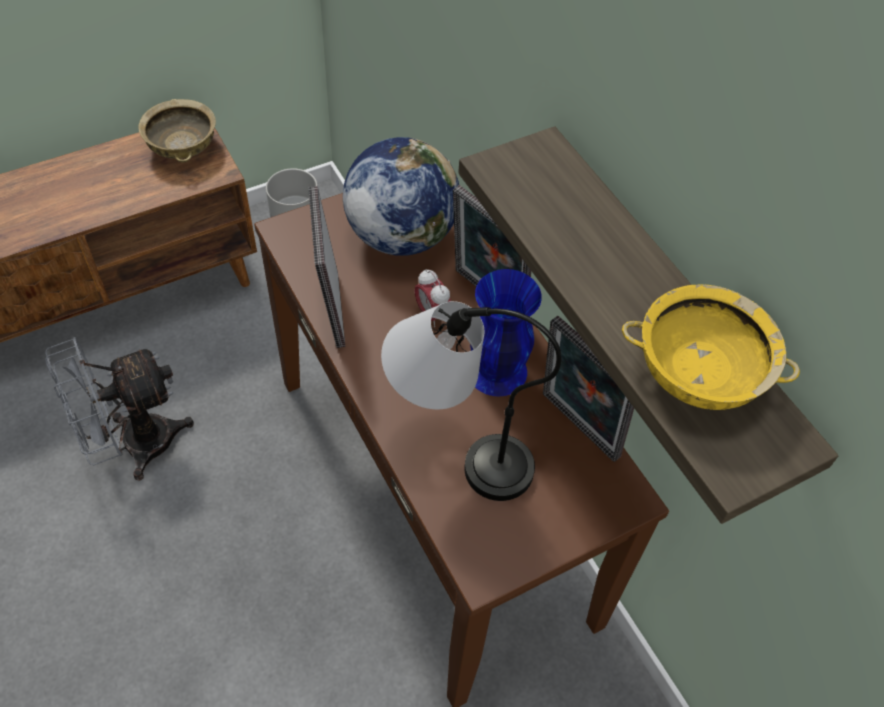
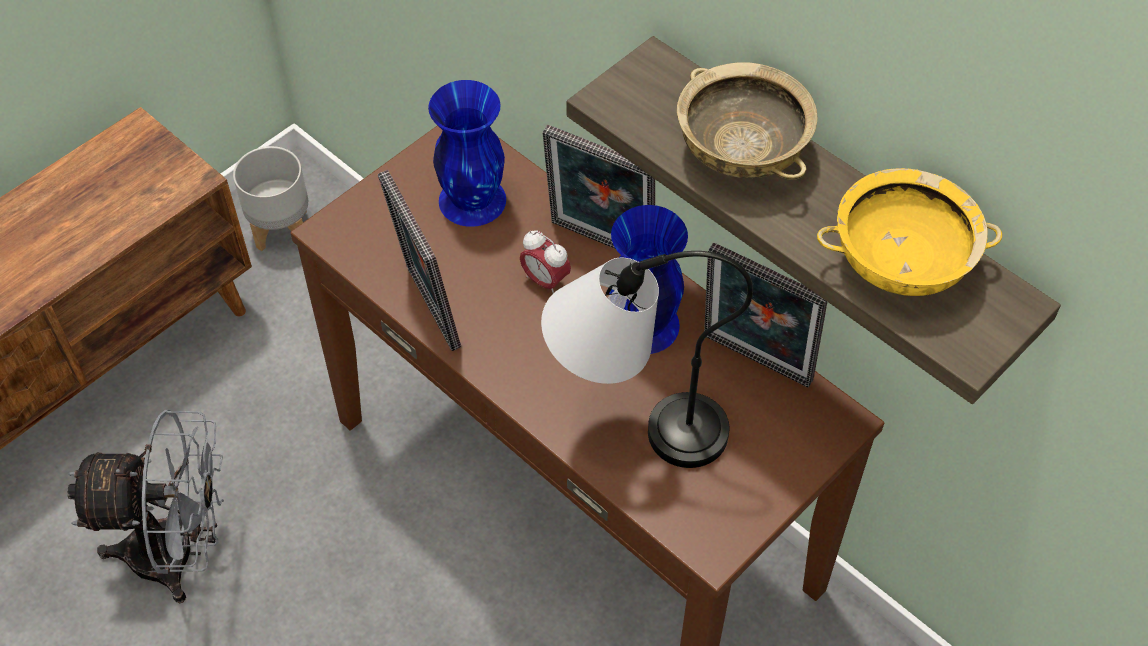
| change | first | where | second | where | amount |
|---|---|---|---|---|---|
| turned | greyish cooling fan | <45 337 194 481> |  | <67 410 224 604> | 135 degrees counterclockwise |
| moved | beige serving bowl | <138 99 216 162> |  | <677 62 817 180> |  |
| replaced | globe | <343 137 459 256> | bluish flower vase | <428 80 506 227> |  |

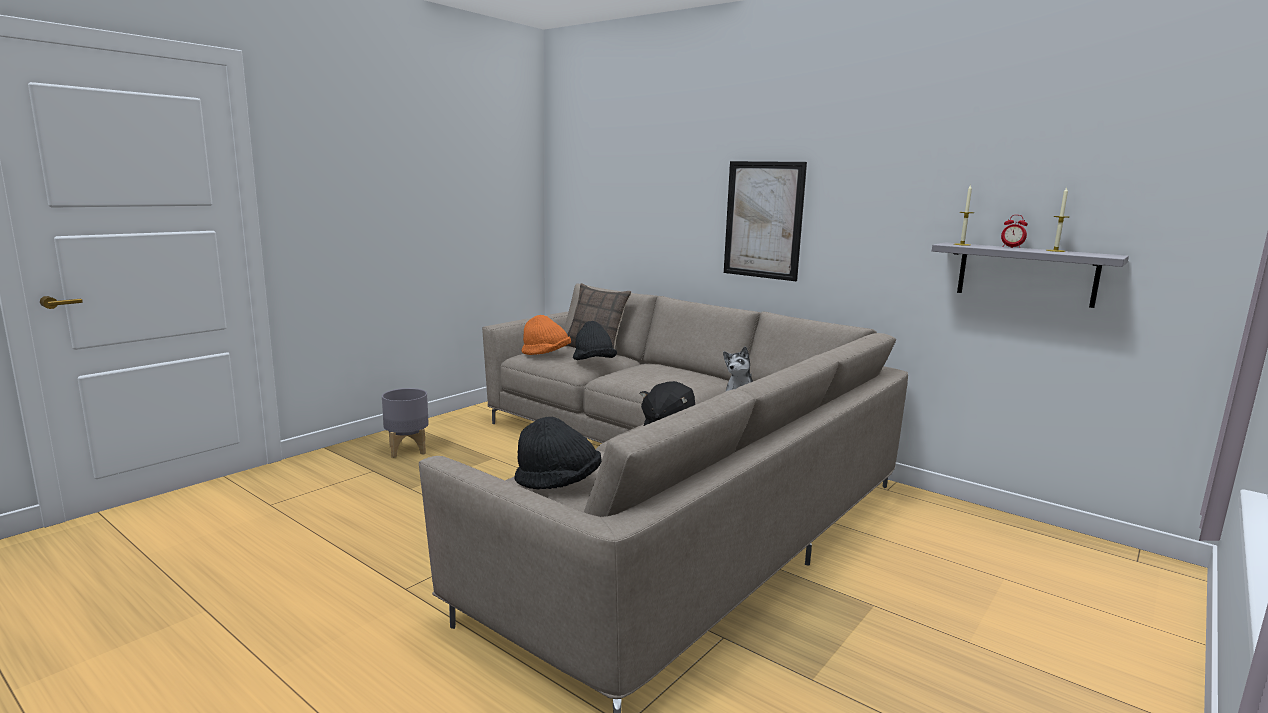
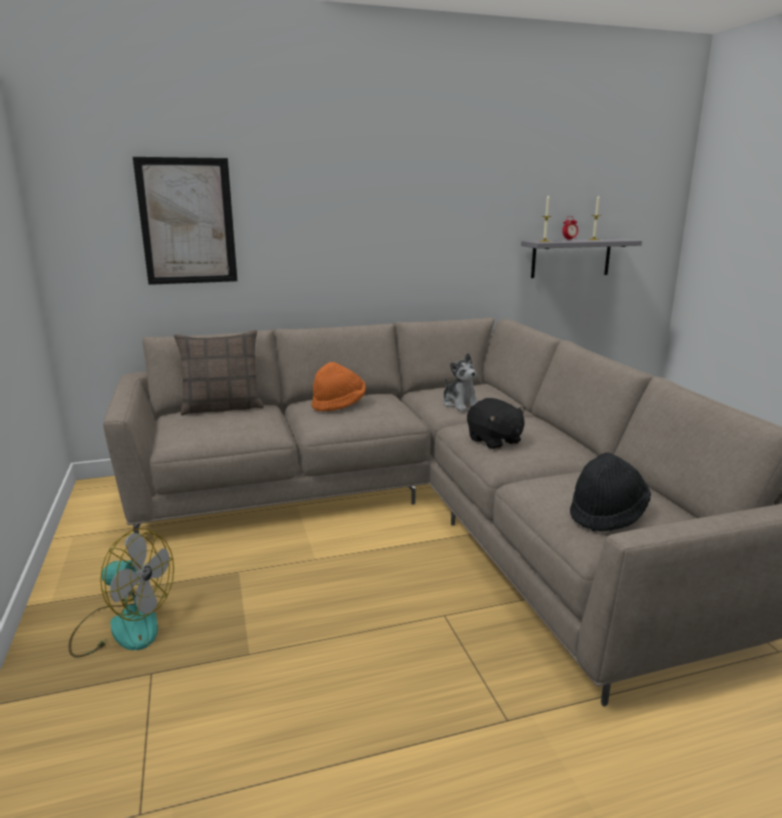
| change | first | where | second | where | amount |
|---|---|---|---|---|---|
| replaced | greyish planter | <382 388 429 458> | cooling fan | <69 528 174 658> |  |
| moved | orange wearable hat | <522 315 571 355> |  | <311 362 366 412> |  |
| removed | blackish wearable hat | <573 321 617 360> |  |  |  |
| moved | picture | <724 161 807 281> |  | <133 157 237 285> |  |

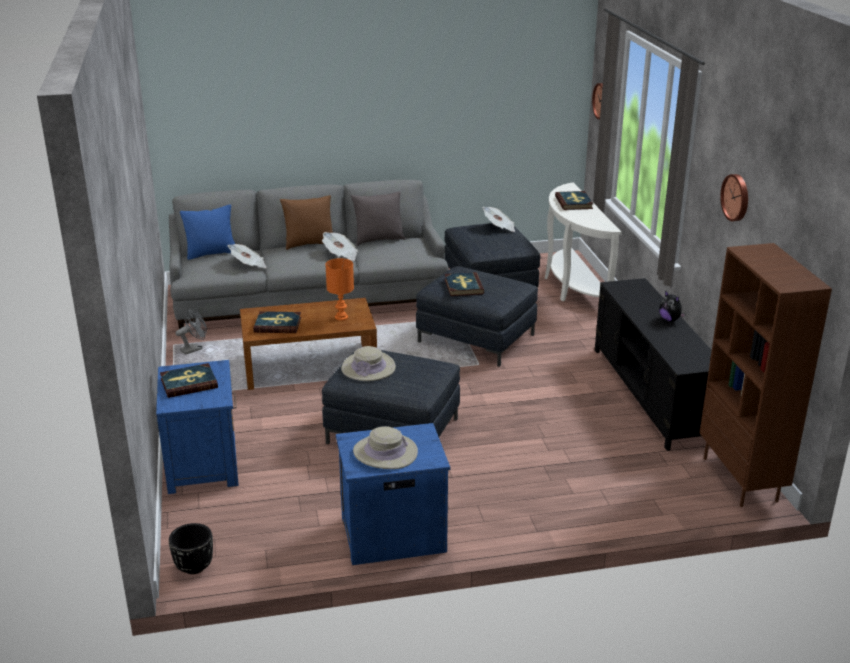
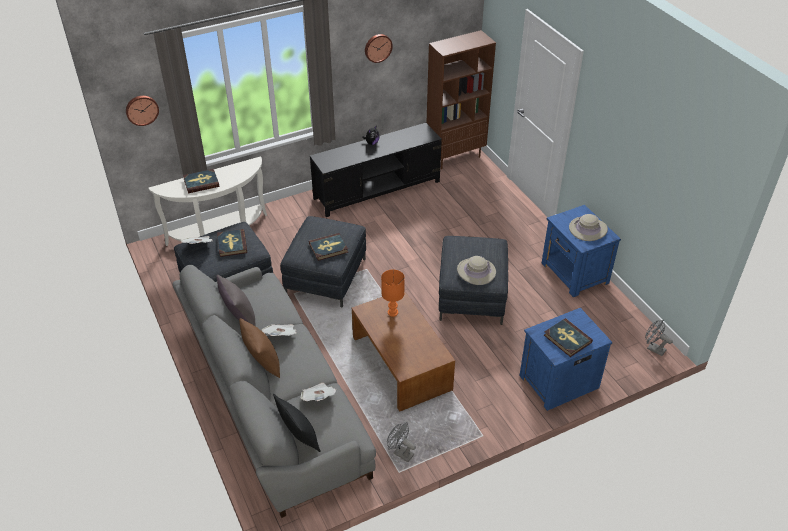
| change | first | where | second | where | amount |
|---|---|---|---|---|---|
| replaced | blackish planter | <169 523 213 574> | greyish cooling fan | <645 320 673 356> |  |
| recoloured | bluish pillow | <180 205 235 260> | blackish pillow | <273 394 321 452> |  |
| moved | book | <253 311 301 333> |  | <217 229 247 257> |  |

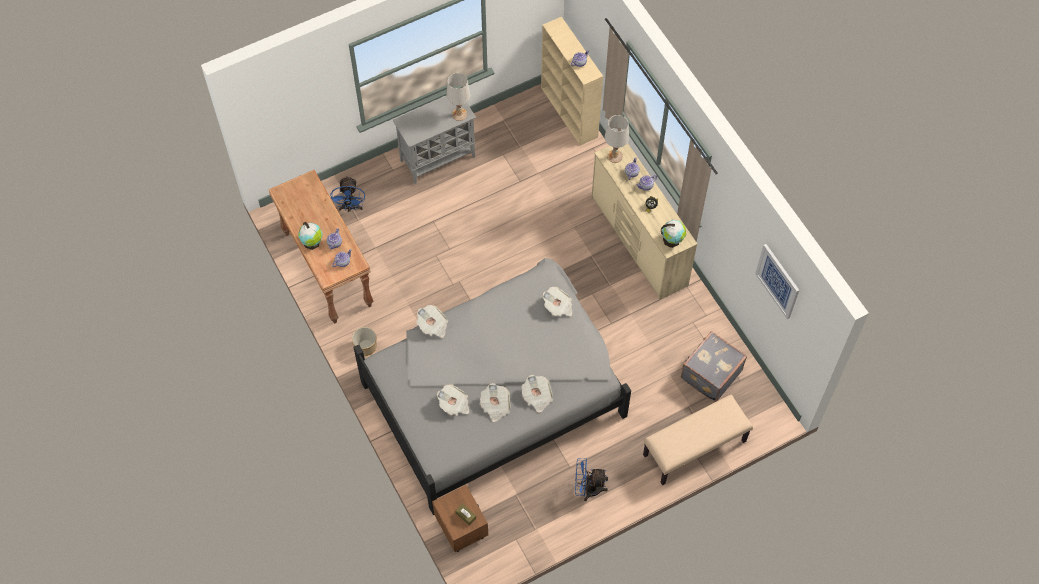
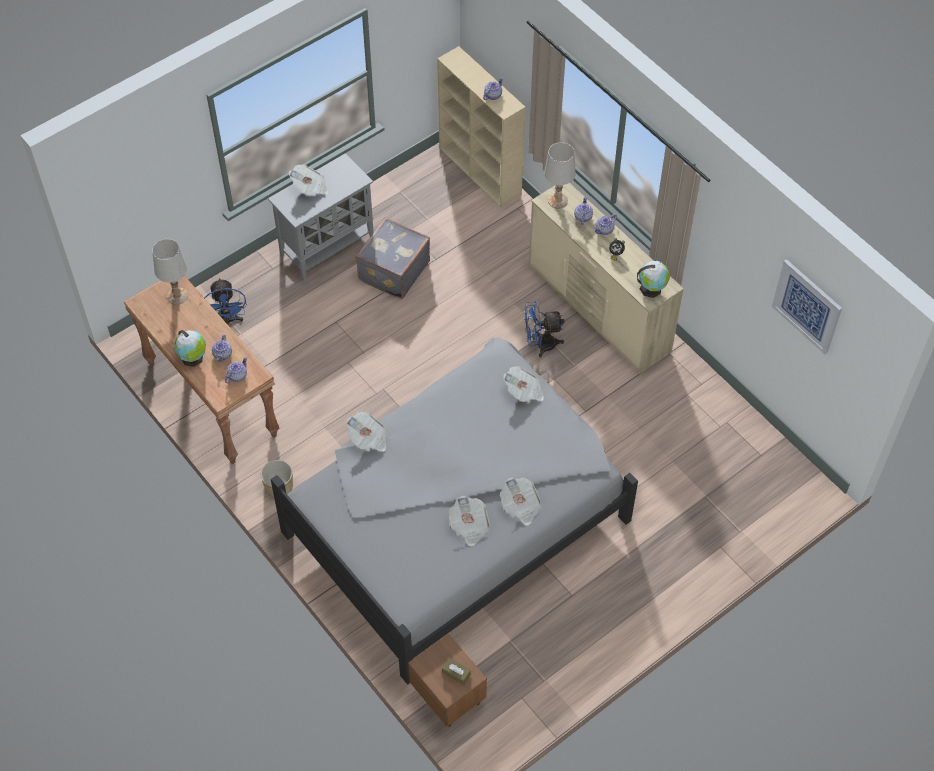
| change | first | where | second | where | amount |
|---|---|---|---|---|---|
| moved | daily paper | <437 384 469 416> |  | <289 164 328 196> |  |
| moved | white lamp for a table | <446 73 470 121> |  | <152 239 188 305> |  |
| moved | bluish cooling fan | <575 458 608 501> |  | <524 301 564 358> |  |
| removed | beige indoor bench | <643 394 753 485> |  |  |  |
| moved | greyish suitcase | <681 331 747 402> |  | <356 217 430 299> |  |

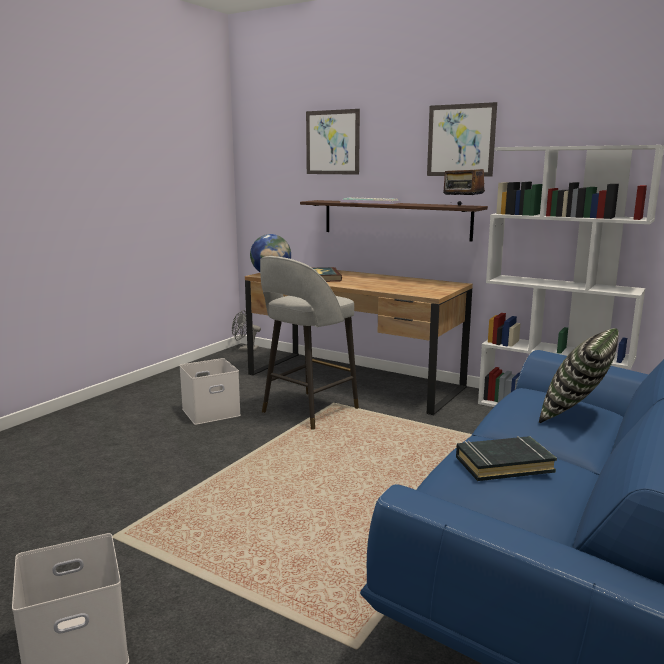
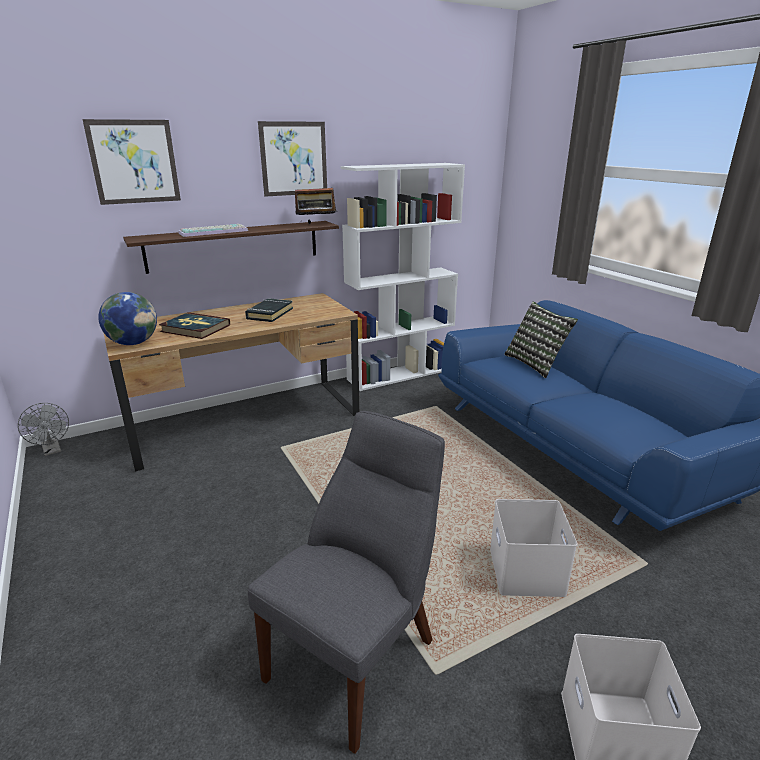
| change | first | where | second | where | amount |
|---|---|---|---|---|---|
| moved | white storage bin | <179 358 241 425> |  | <490 499 578 597> |  |
| turned | greyish cooling fan | <232 310 261 351> |  | <18 403 69 456> | 75 degrees counterclockwise |
| removed | greyish sitting stool | <260 256 359 430> |  |  |  |
| moved | blackish book | <456 436 557 481> |  | <245 298 293 322> |  |
| added |  |  | greyish chair | <248 411 445 754> |  |

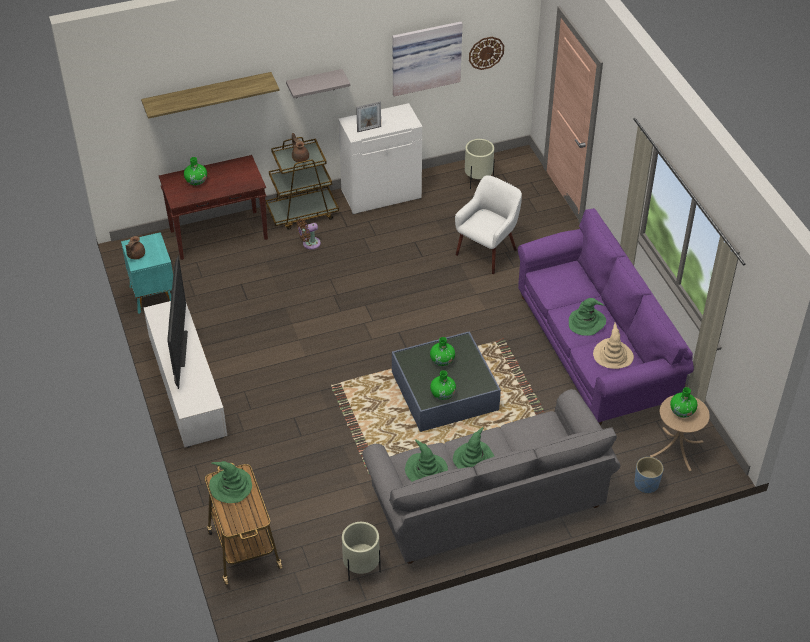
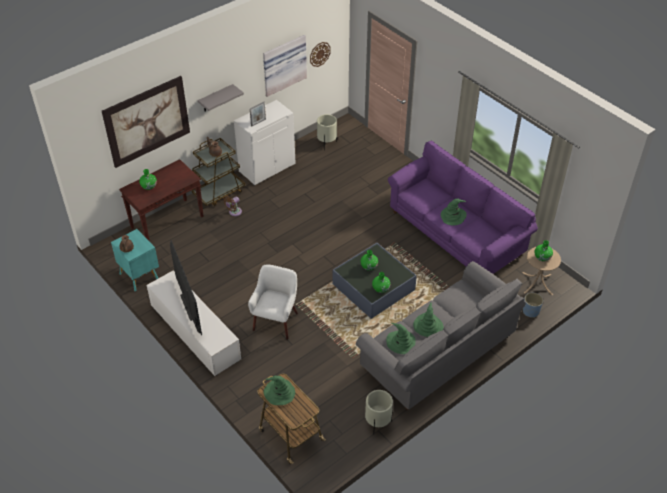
| change | first | where | second | where | amount |
|---|---|---|---|---|---|
| replaced | shelf | <141 72 280 119> | picture | <102 76 190 168> |  |
| moved | white lounge chair | <455 175 522 274> |  | <248 265 298 340> |  |
| removed | beige wearable hat | <593 323 634 369> |  |  |  |

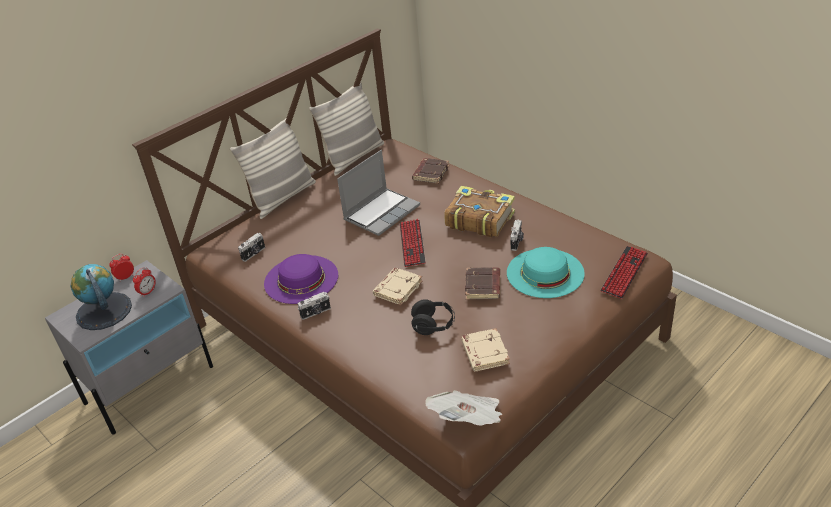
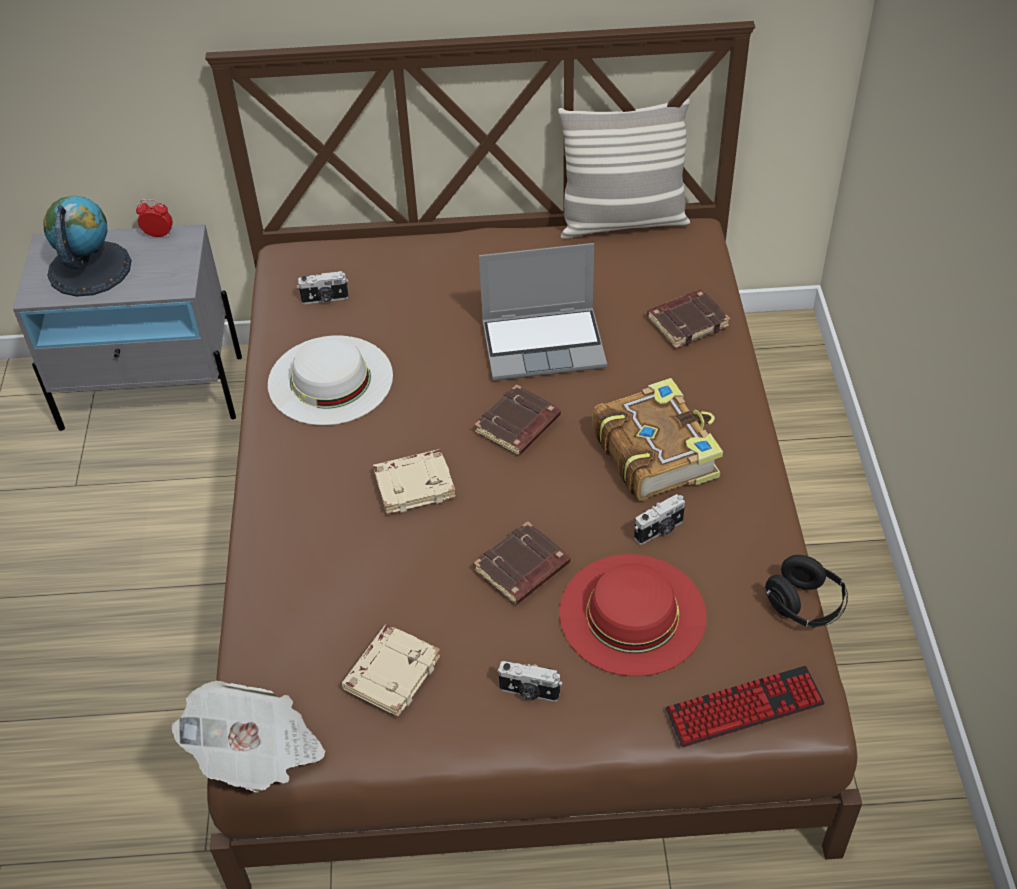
| change | first | where | second | where | amount |
|---|---|---|---|---|---|
| removed | alarm clock | <133 267 156 297> |  |  |  |
| removed | pillow | <230 117 316 219> |  |  |  |
| recoloured | purple-coloured wearable hat | <264 254 338 304> | white wearable hat | <268 336 393 425> |  |
| moved | photo camera | <298 292 331 320> |  | <497 661 562 702> |  |
| replaced | PC keyboard | <400 219 426 267> | brownish book | <474 385 561 456> |  |
| moved | blackish pair of headphones | <411 299 455 335> |  | <764 555 848 628> |  |
| recoloured | blue-green wearable hat | <507 247 585 298> | reddish wearable hat | <559 554 707 676> |  |

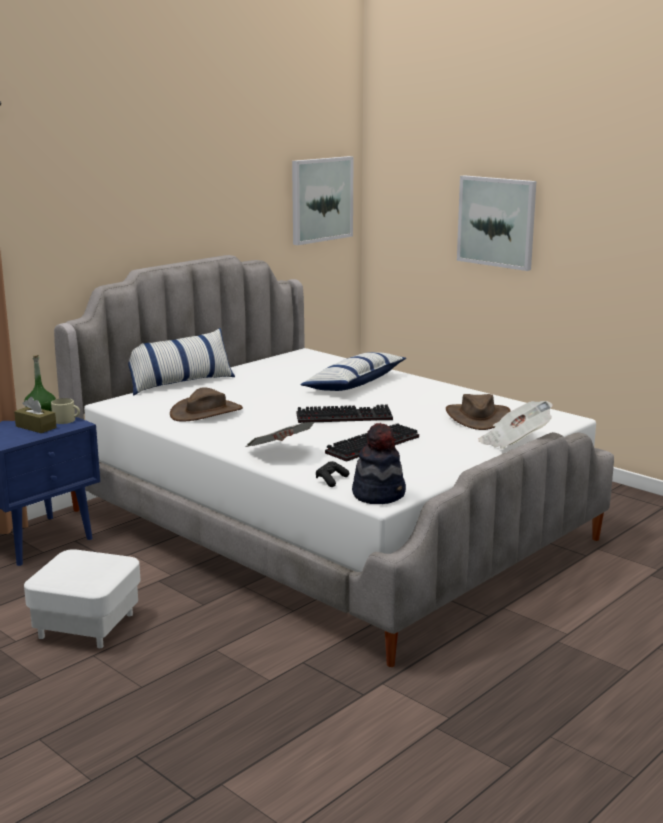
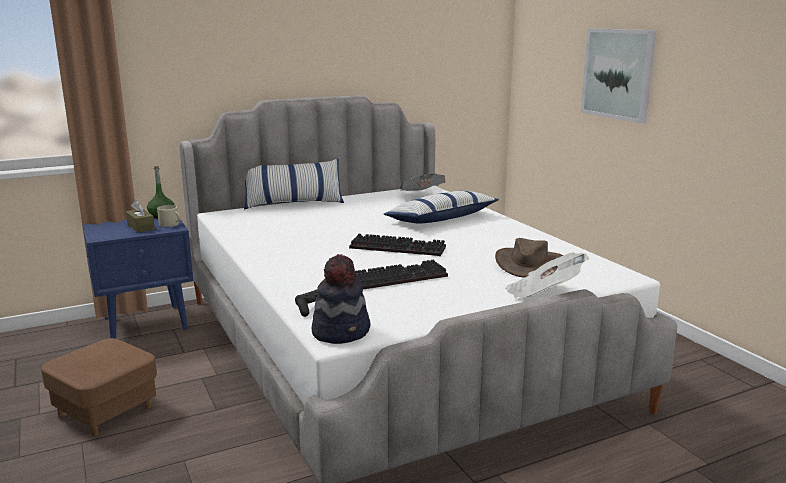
| change | first | where | second | where | amount |
|---|---|---|---|---|---|
| recoloured | white pouffe | <24 549 140 648> | brownish pouffe | <41 338 157 436> |  |
| removed | brownish wearable hat | <170 387 243 421> |  |  |  |
| moved | daily paper | <245 422 315 447> |  | <399 174 446 191> |  |
| removed | picture | <292 156 354 245> |  |  |  |

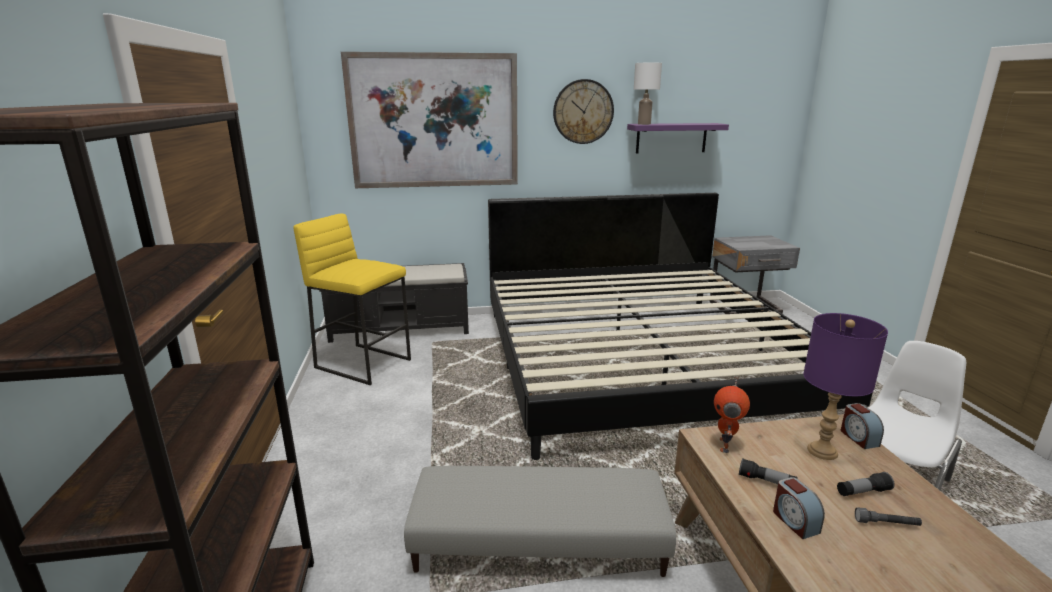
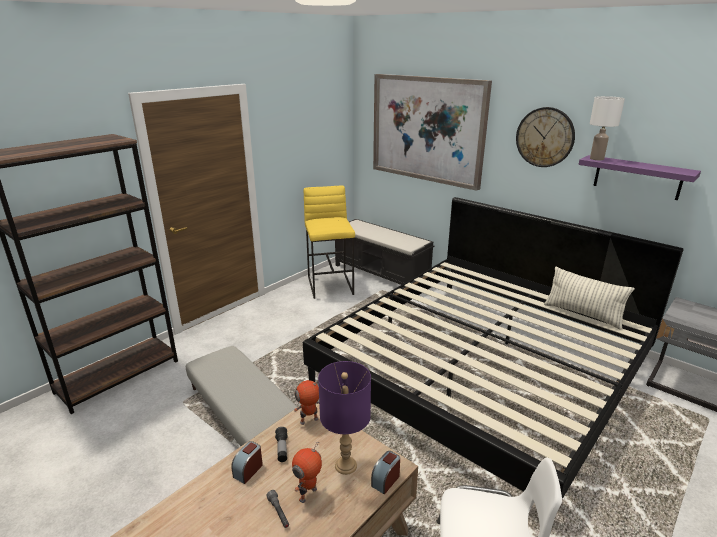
| change | first | where | second | where | amount |
|---|---|---|---|---|---|
| replaced | flashlight | <837 472 894 496> | toy robot | <292 442 322 503> |  |
| added |  |  | pillow | <544 267 634 330> |  |

